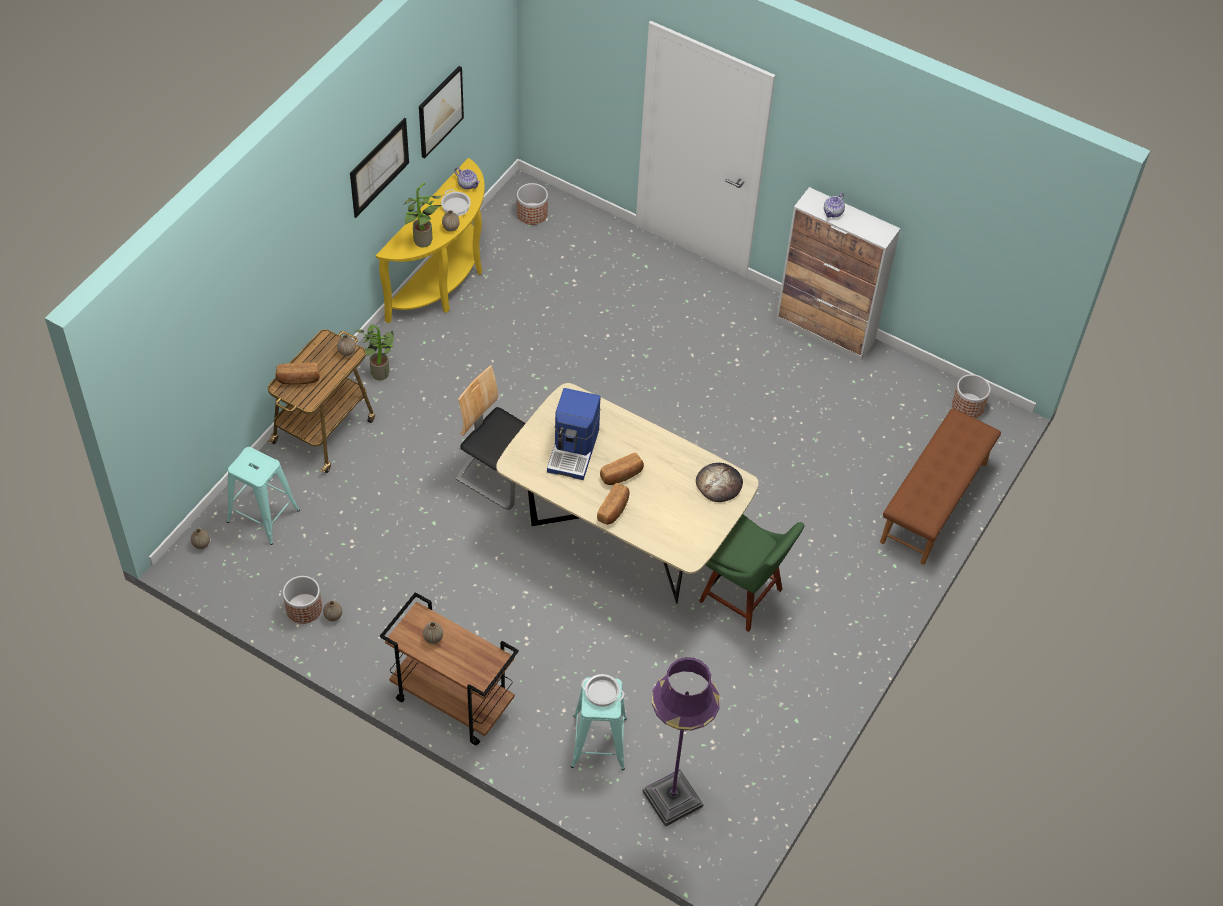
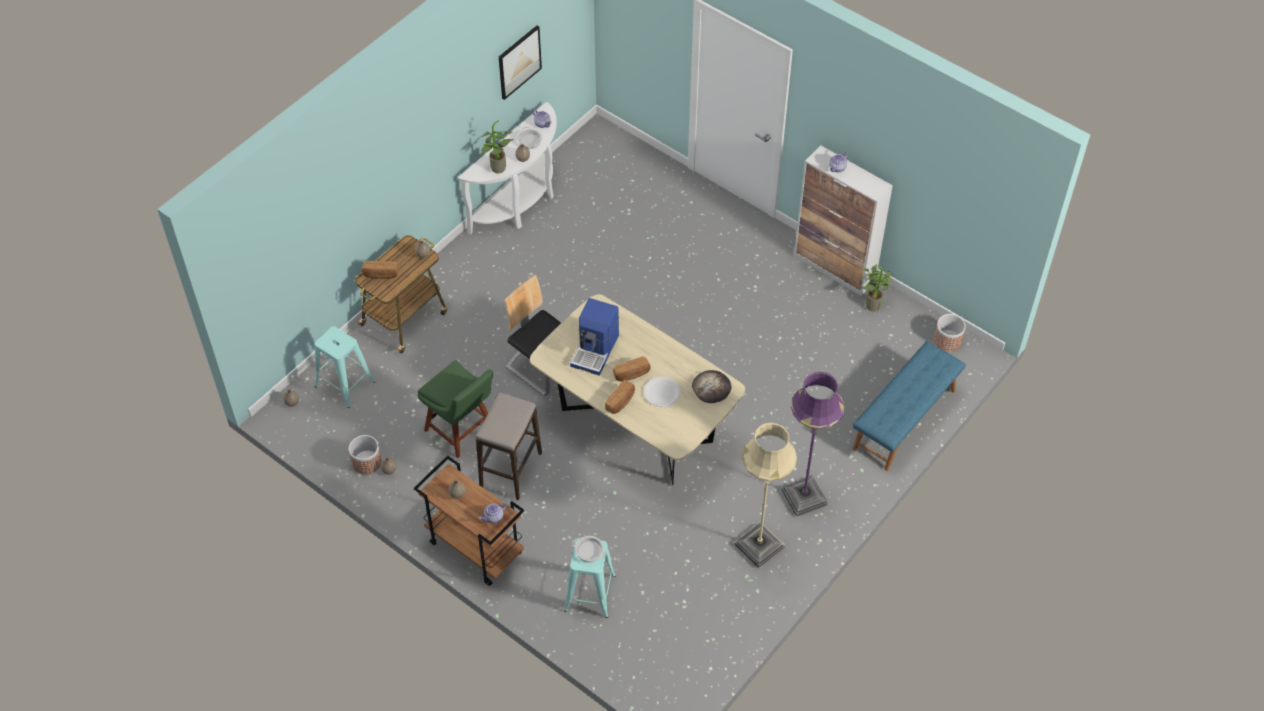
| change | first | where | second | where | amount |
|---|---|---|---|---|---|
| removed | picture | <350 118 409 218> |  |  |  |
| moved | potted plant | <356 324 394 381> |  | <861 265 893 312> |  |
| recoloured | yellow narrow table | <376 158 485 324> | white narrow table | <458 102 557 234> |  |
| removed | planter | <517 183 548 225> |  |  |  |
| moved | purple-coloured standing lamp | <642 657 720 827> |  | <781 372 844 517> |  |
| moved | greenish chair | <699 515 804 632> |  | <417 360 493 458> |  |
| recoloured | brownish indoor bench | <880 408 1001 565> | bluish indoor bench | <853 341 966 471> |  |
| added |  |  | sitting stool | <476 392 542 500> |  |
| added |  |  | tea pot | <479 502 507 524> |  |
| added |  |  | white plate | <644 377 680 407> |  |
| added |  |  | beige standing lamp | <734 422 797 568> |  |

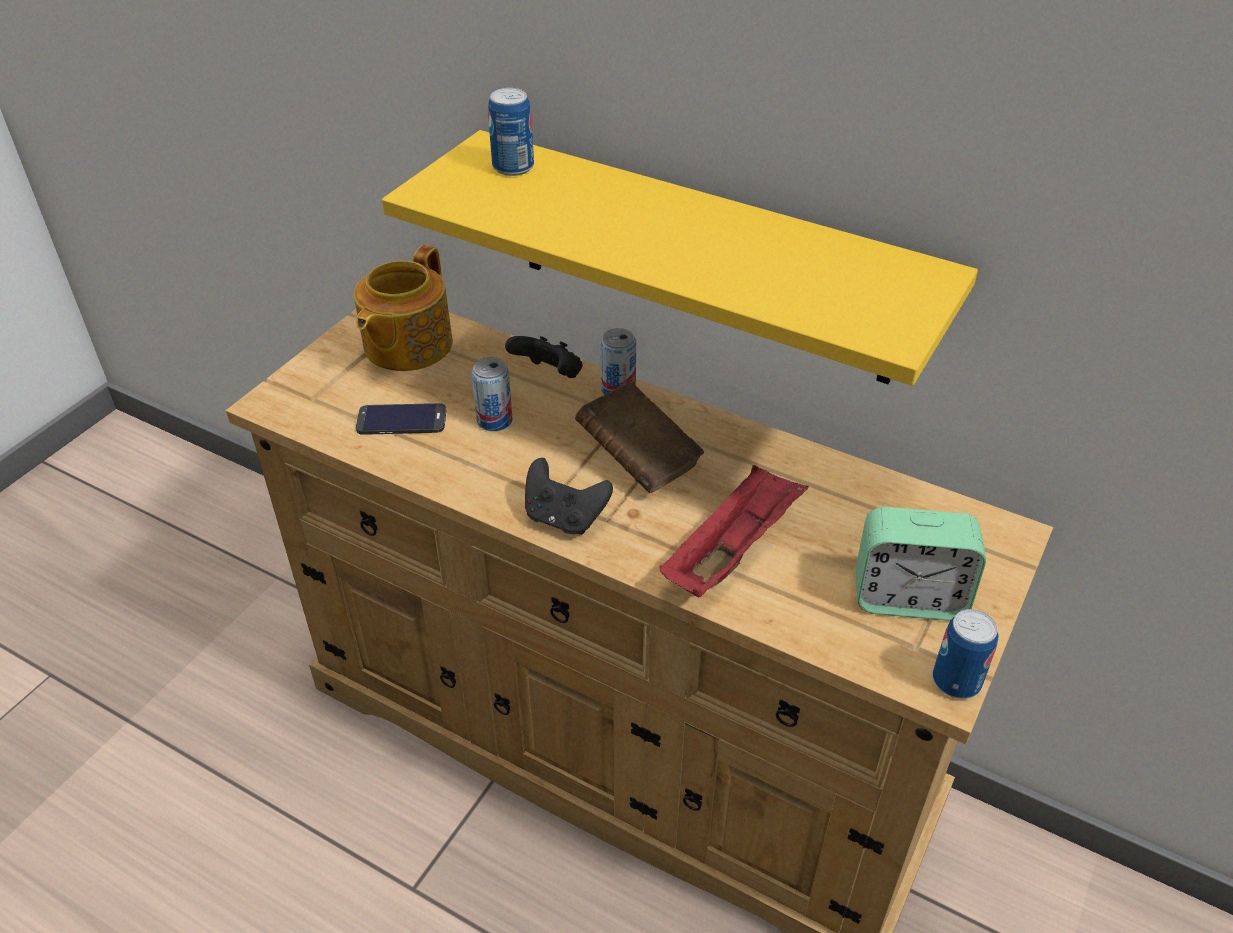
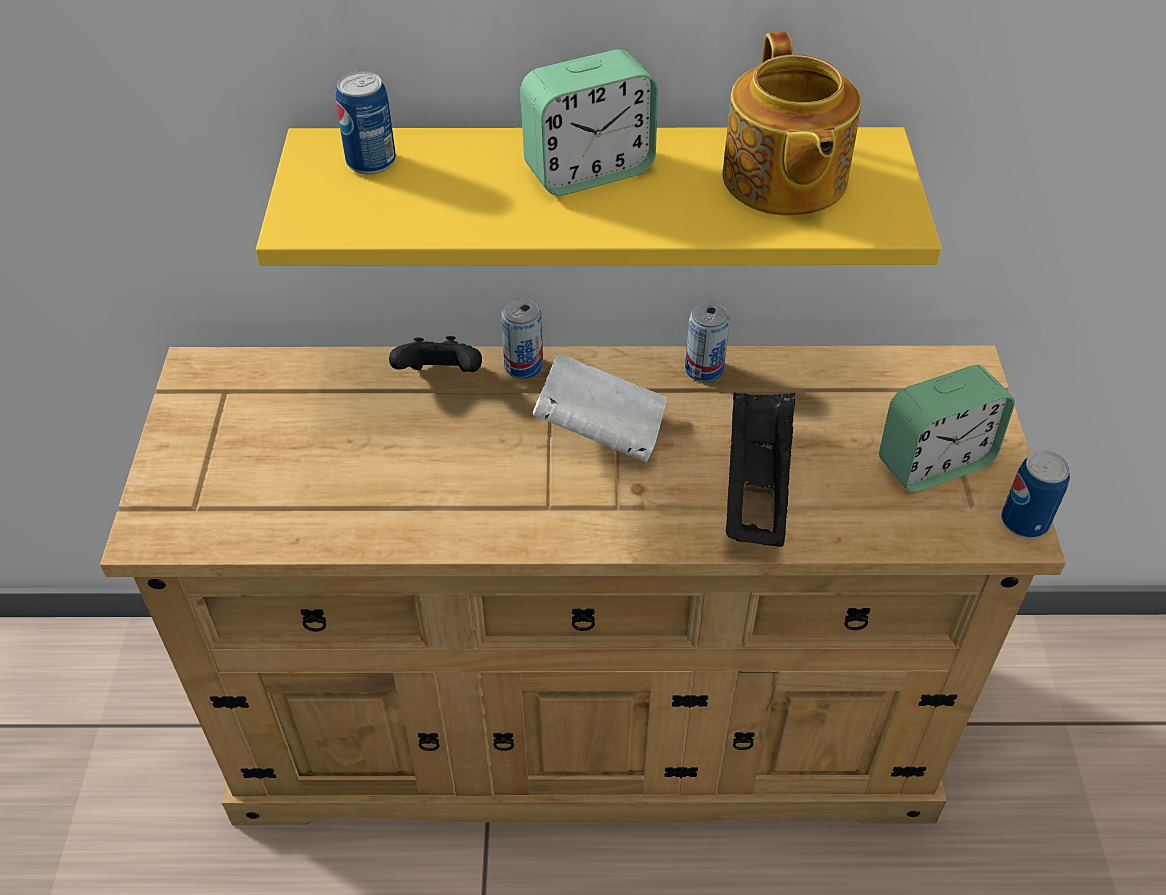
| change | first | where | second | where | amount |
|---|---|---|---|---|---|
| moved | tea pot | <354 245 453 371> |  | <722 32 861 216> |  |
| removed | phone | <356 403 447 435> |  |  |  |
| moved | can | <472 357 512 431> |  | <685 302 730 382> |  |
| removed | blackish gamepad | <525 458 613 535> |  |  |  |
| recoloured | brownish book | <575 382 704 494> | white book | <533 353 667 462> |  |
| recoloured | reddish serving tray | <659 465 809 597> | blackish serving tray | <725 392 795 547> |  |
| added |  |  | alarm clock | <520 50 658 196> |  |

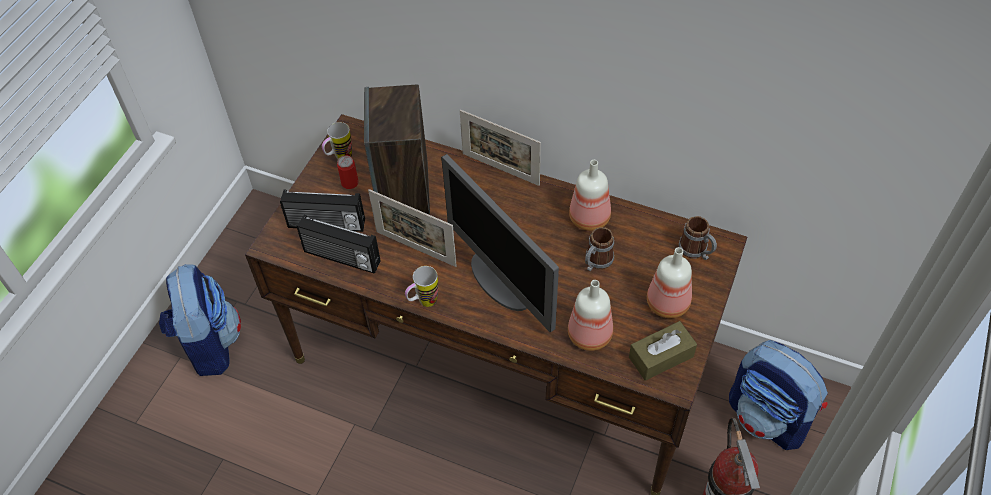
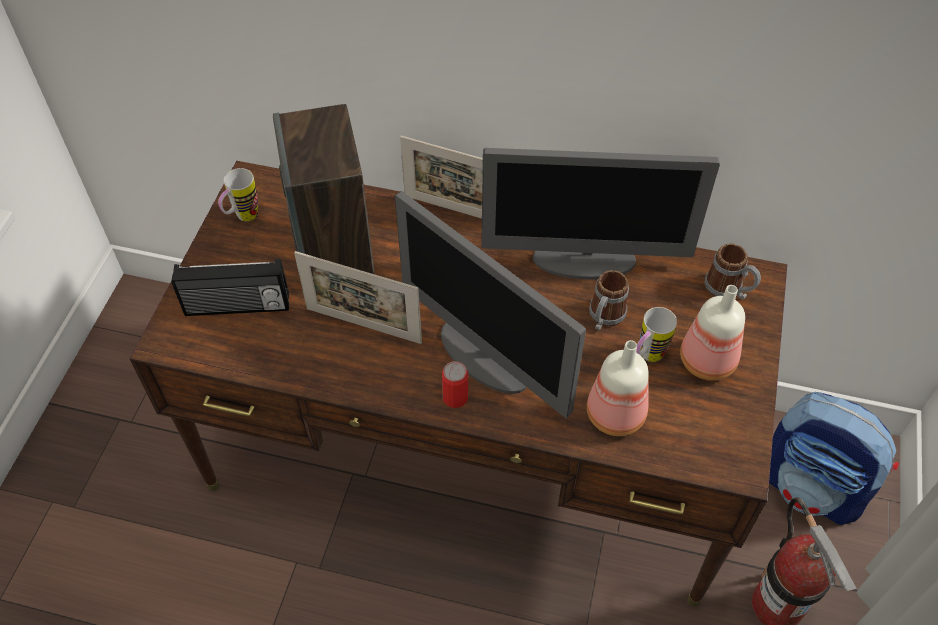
| change | first | where | second | where | amount |
|---|---|---|---|---|---|
| removed | knapsack | <159 264 241 376> |  |  |  |
| removed | radio set | <296 215 381 274> |  |  |  |
| moved | can | <337 155 359 189> |  | <442 361 468 408> |  |
| moved | coffee mug | <405 266 438 307> |  | <636 307 677 362> |  |
| replaced | bottle | <569 160 611 231> | computer screen | <481 148 720 280> |  |
| removed | brownish box of tissues | <629 321 697 381> |  |  |  |

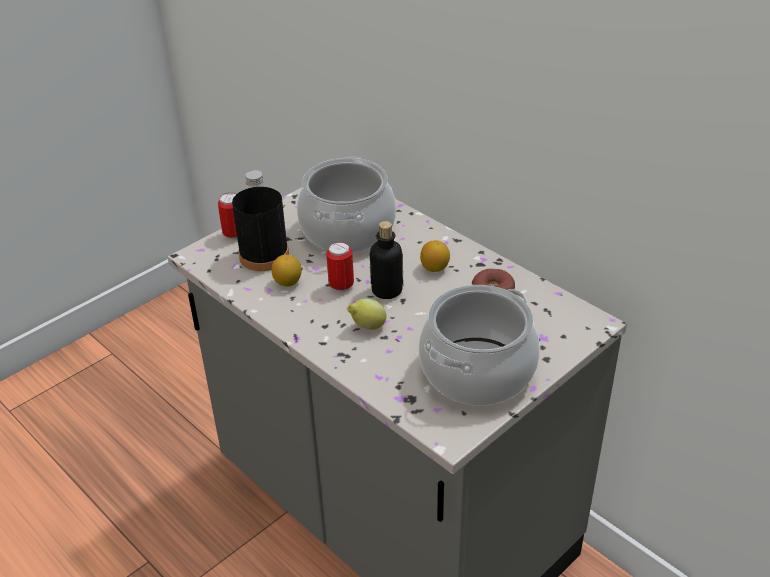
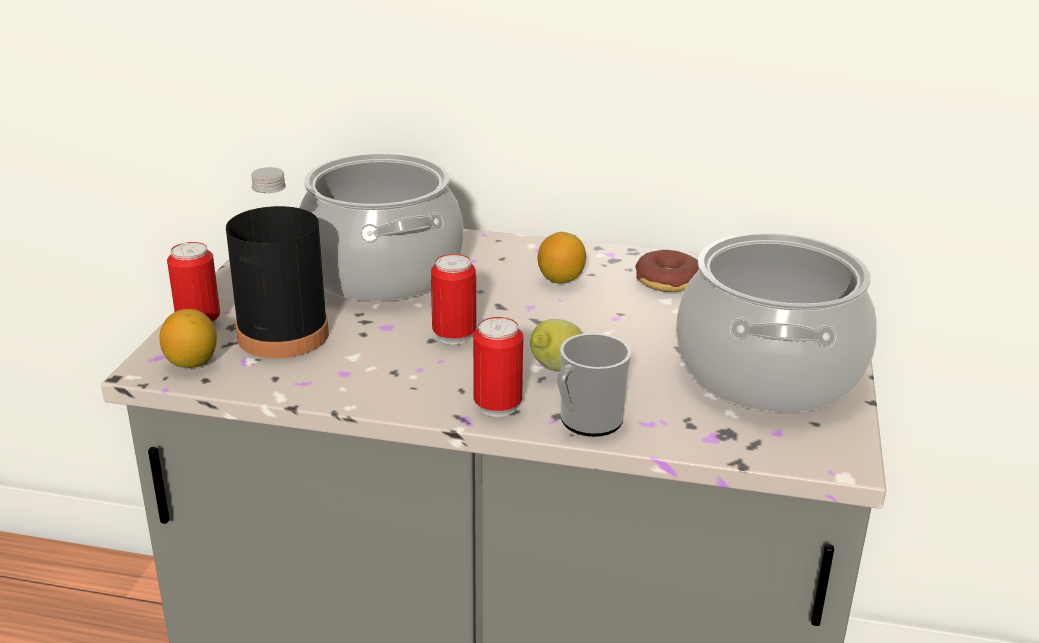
| change | first | where | second | where | amount |
|---|---|---|---|---|---|
| moved | citrus fruit | <271 254 302 287> |  | <159 309 217 368> |  |
| removed | bottle | <370 221 403 299> |  |  |  |
| added |  |  | can | <473 317 523 417> |  |
| added |  |  | coffee mug | <557 333 631 437> |  |

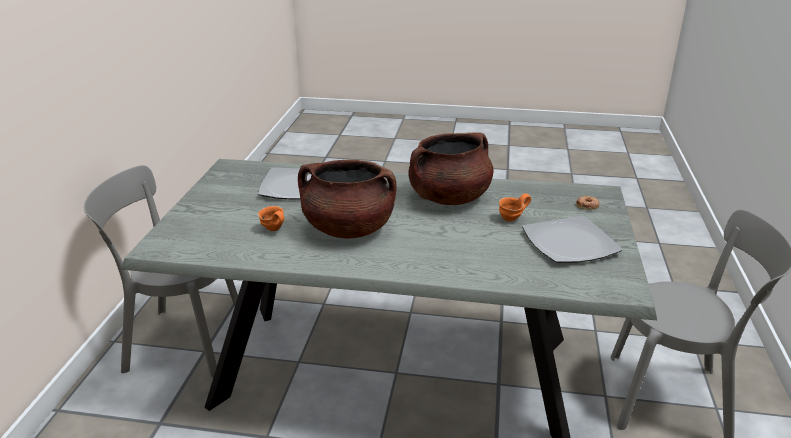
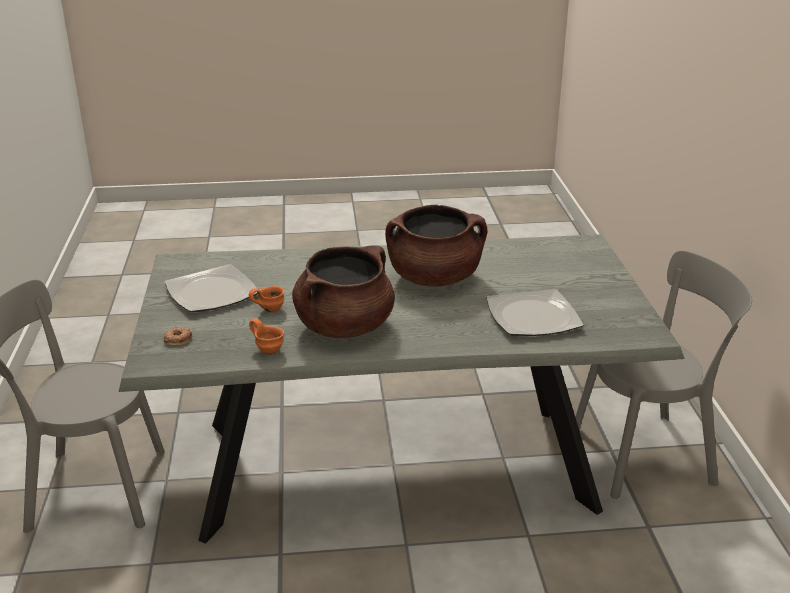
| change | first | where | second | where | amount |
|---|---|---|---|---|---|
| moved | orange coffee mug | <258 206 284 231> |  | <249 318 284 355> |  |

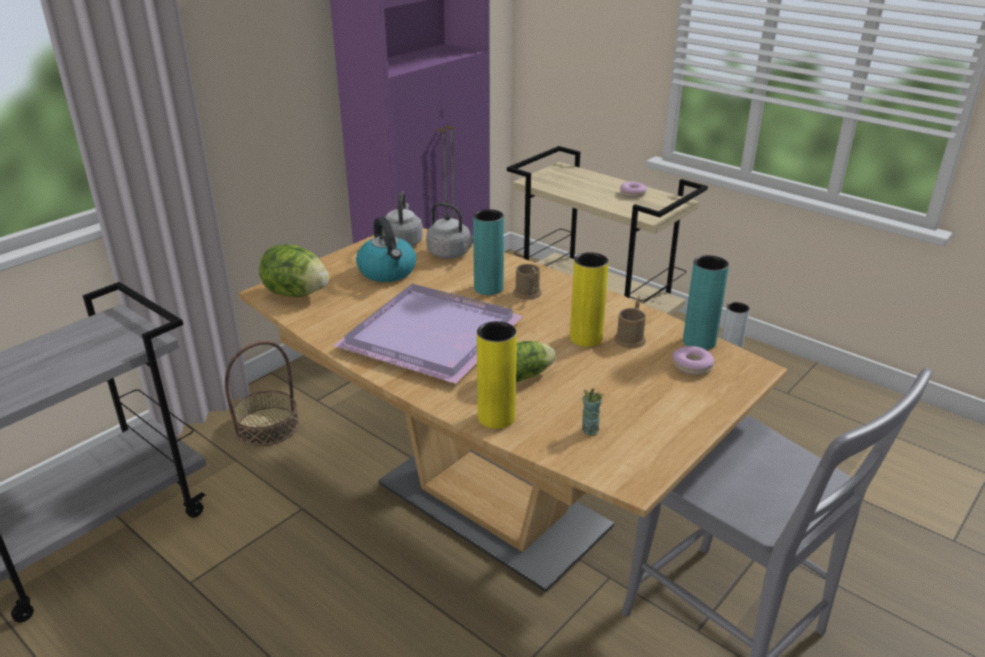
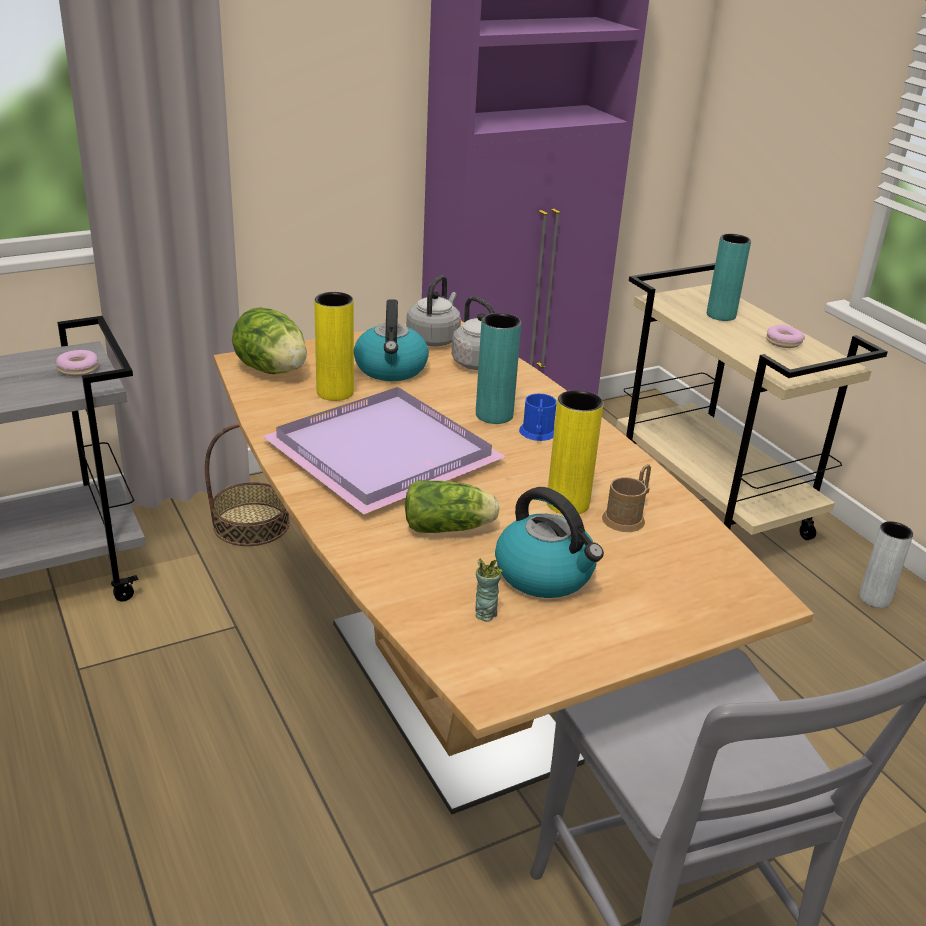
| change | first | where | second | where | amount |
|---|---|---|---|---|---|
| moved | yellow flower vase | <477 321 517 429> |  | <314 292 354 401> |  |
| recoloured | brownish coffee mug | <513 264 542 300> | bluish coffee mug | <519 393 557 441> |  |
| moved | doughnut | <672 346 714 375> |  | <56 350 98 376> |  |
| moved | blue-green flower vase | <683 255 729 350> |  | <707 234 751 321> |  |
| added |  |  | tea kettle | <495 487 604 598> |  |

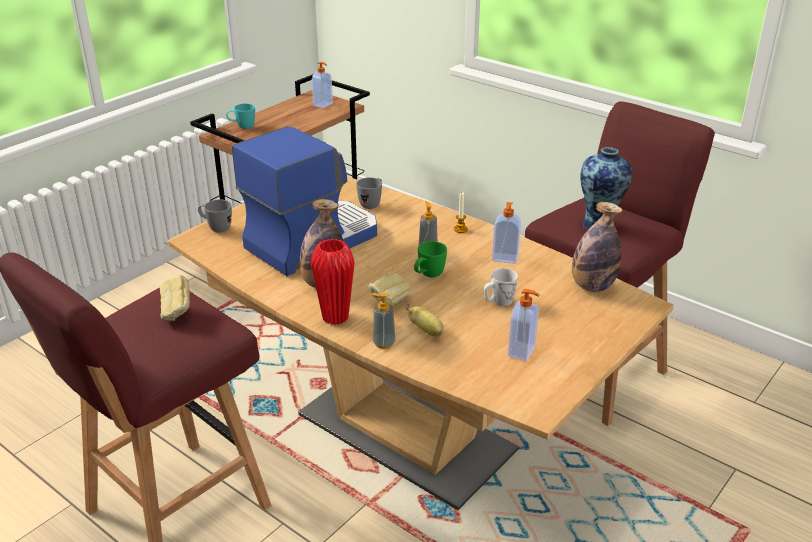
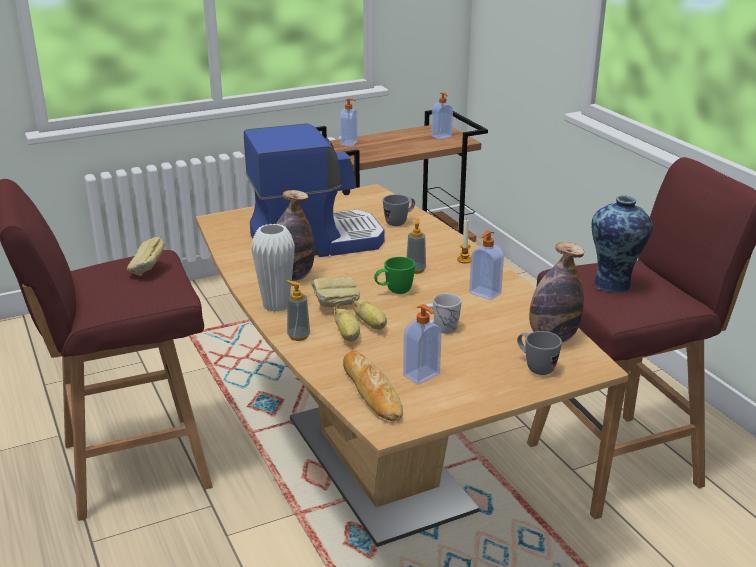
| change | first | where | second | where | amount |
|---|---|---|---|---|---|
| moved | greyish coffee mug | <198 200 232 233> |  | <517 331 562 375> |  |
| replaced | blue-green coffee mug | <226 103 255 129> | soap dispenser | <340 98 358 147> |  |
| recoloured | reddish flower vase | <311 239 355 325> | white flower vase | <251 224 295 312> |  |
| added |  |  | bread | <343 350 403 422> |  |
| added |  |  | banana | <351 297 387 330> |  |

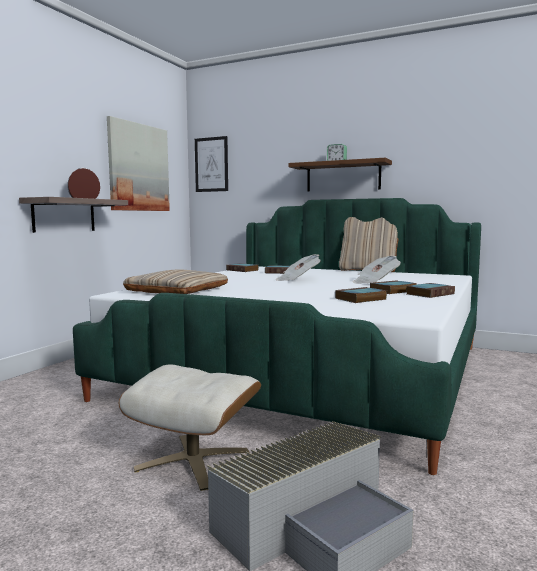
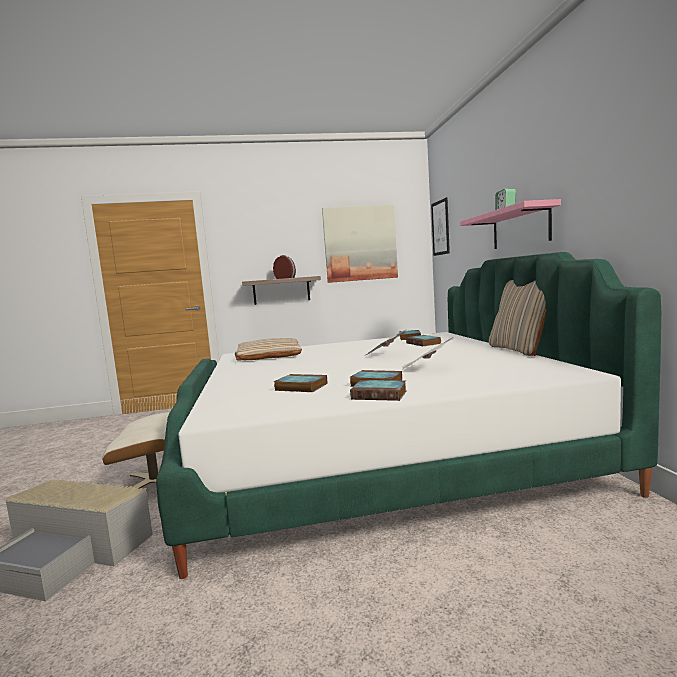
| change | first | where | second | where | amount |
|---|---|---|---|---|---|
| recoloured | brownish shelf | <288 158 392 191> | pink shelf | <460 199 561 249> |  |

